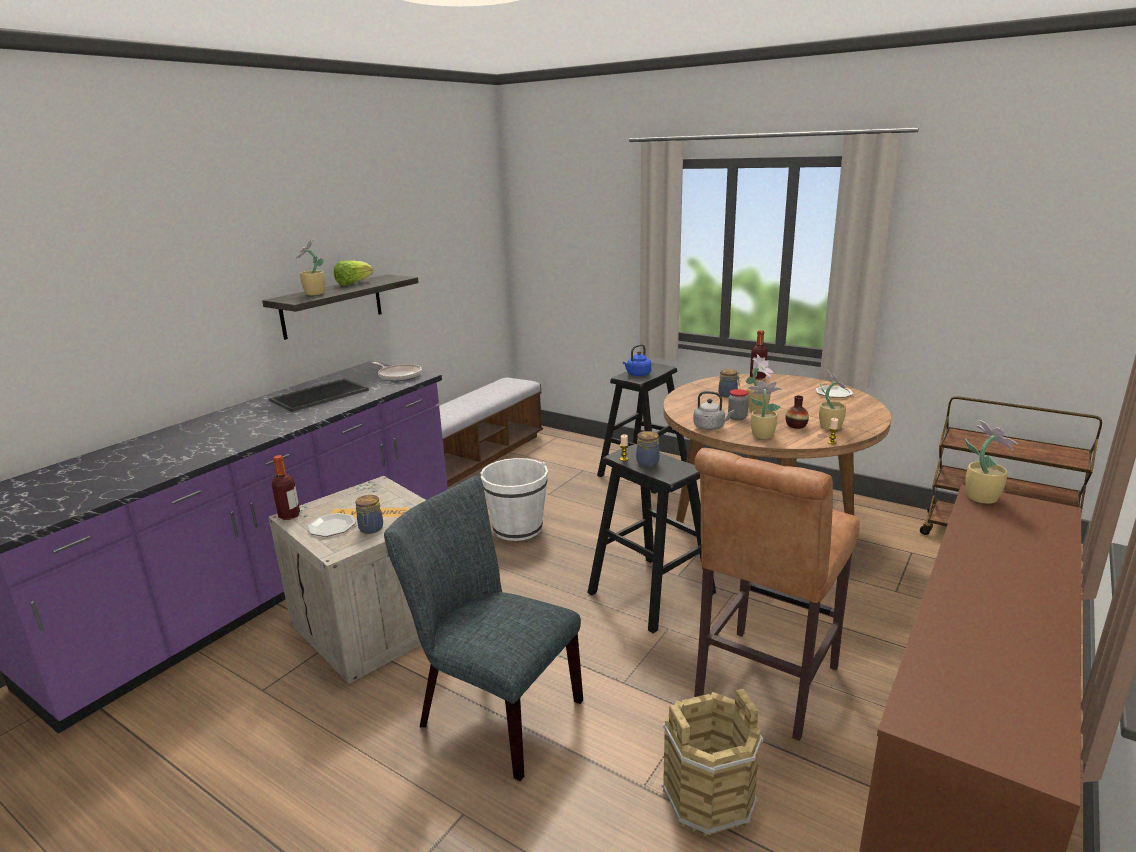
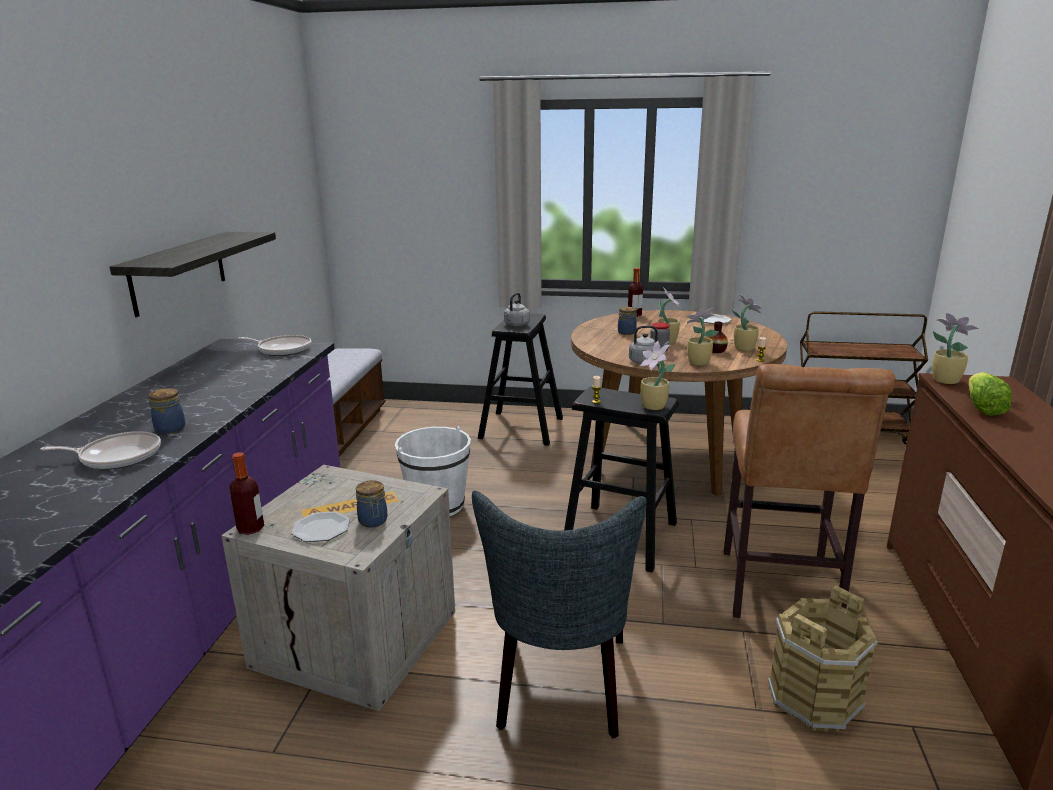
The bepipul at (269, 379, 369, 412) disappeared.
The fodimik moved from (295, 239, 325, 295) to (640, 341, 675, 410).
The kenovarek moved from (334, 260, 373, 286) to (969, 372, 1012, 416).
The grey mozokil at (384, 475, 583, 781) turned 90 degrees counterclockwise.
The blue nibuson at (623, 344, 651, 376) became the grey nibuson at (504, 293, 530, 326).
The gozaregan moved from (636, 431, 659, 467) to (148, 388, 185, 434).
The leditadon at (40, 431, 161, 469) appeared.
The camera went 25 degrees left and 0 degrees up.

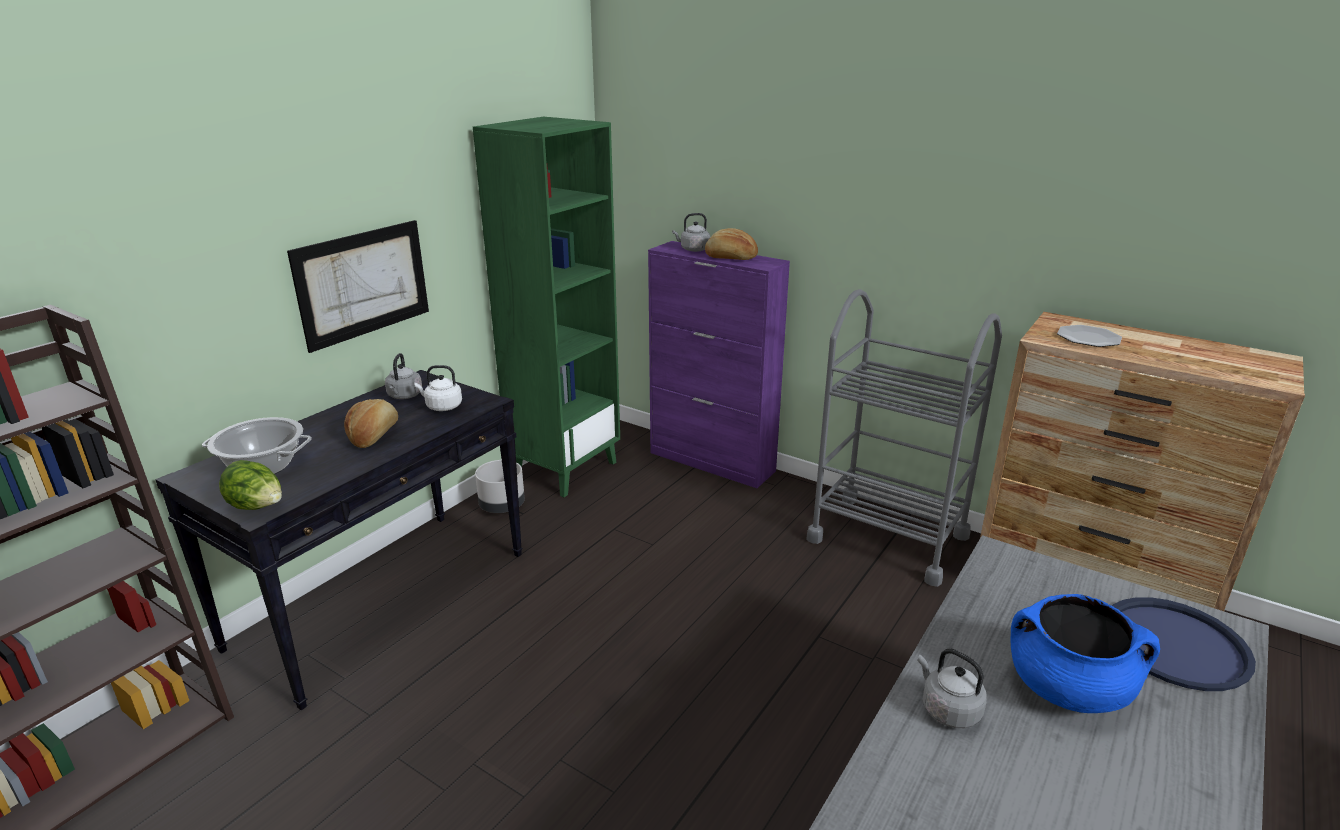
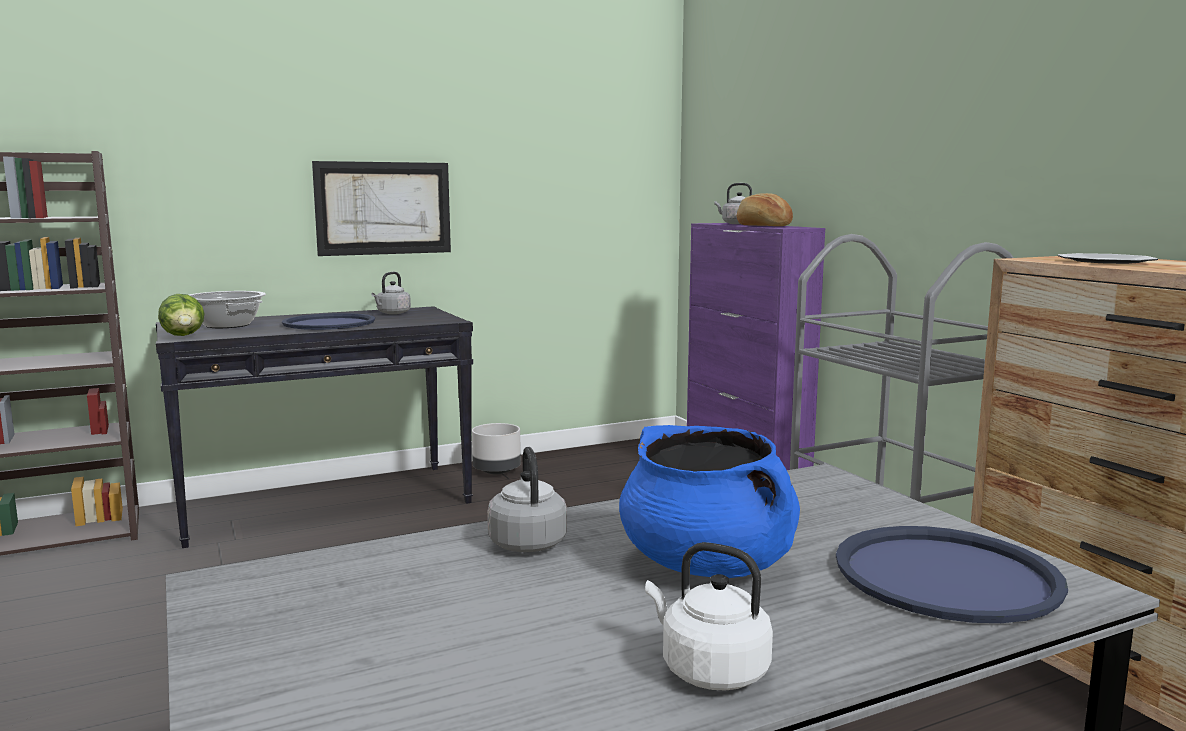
The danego at (344, 399, 398, 448) was replaced by the blue bepipul at (282, 313, 375, 330).
The white nibuson moved from (414, 365, 462, 411) to (645, 542, 773, 691).
The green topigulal at (473, 117, 620, 497) disappeared.
The camera went 30 degrees right and 15 degrees down.

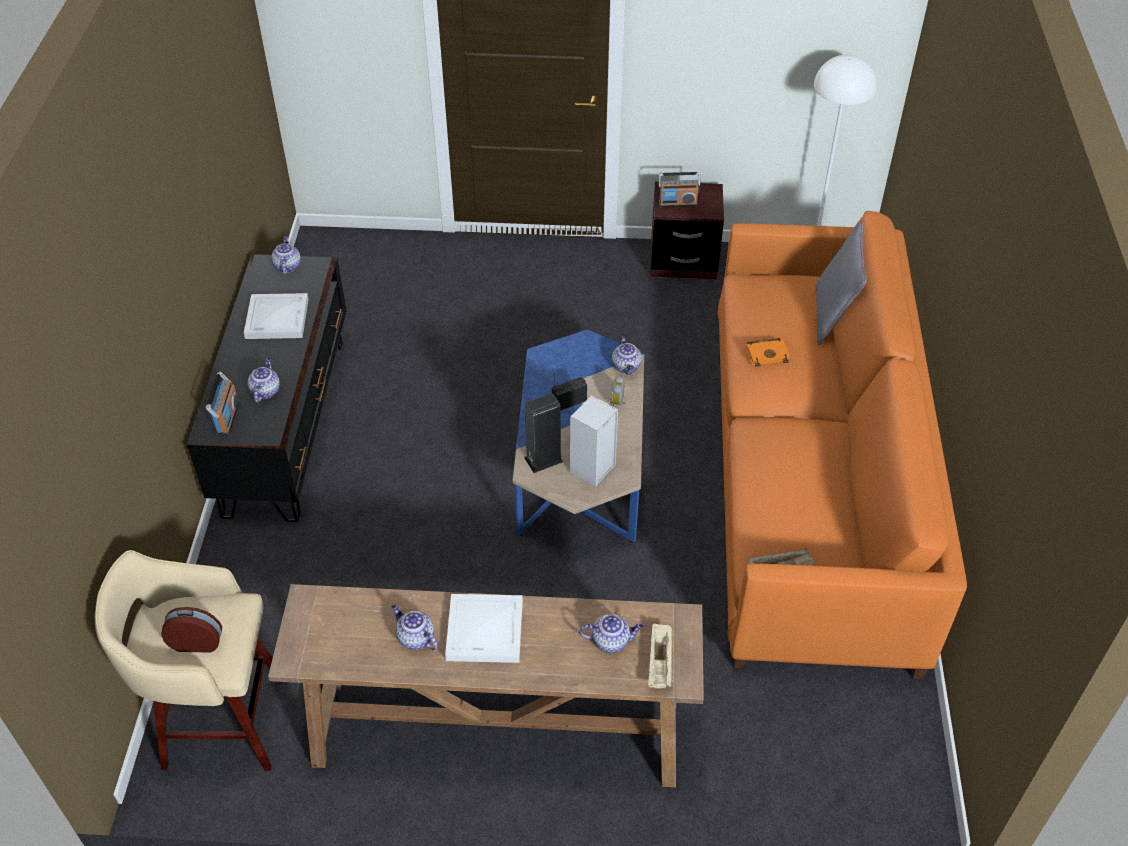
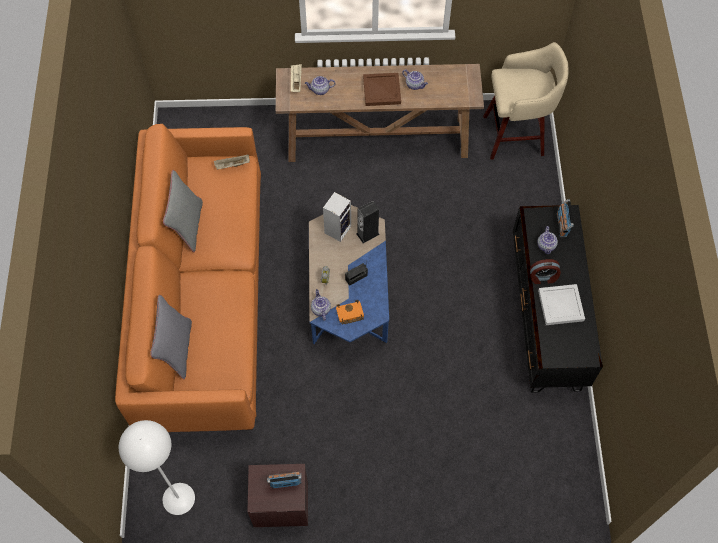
The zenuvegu moved from (161, 607, 222, 653) to (530, 259, 561, 284).
The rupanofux at (271, 236, 301, 275) disappeared.
The white bepipul at (445, 594, 523, 663) became the brown bepipul at (363, 73, 401, 106).
The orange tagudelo moved from (746, 338, 790, 367) to (336, 300, 364, 325).
The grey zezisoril at (163, 170, 203, 252) appeared.
The camera went 175 degrees right and 15 degrees up.

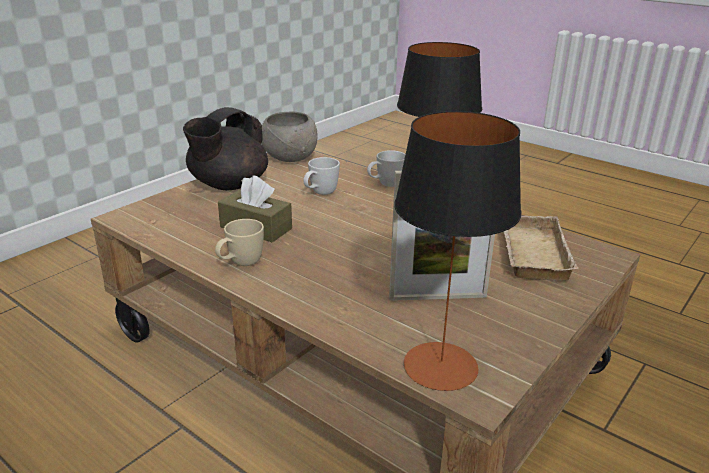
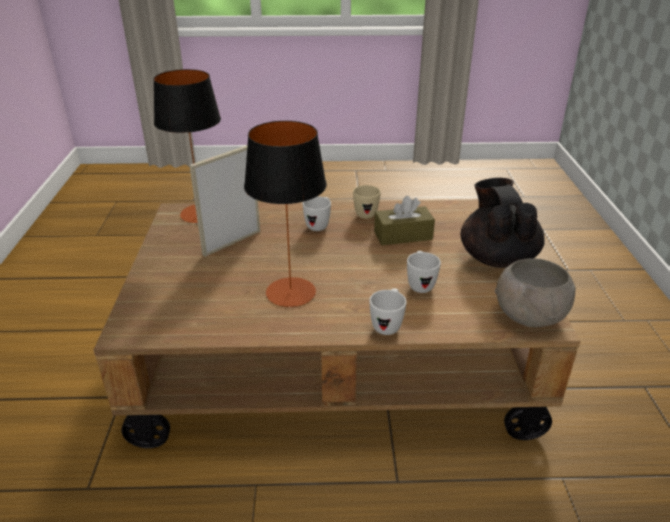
The beige bepipul at (504, 216, 578, 281) disappeared.
The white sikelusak at (303, 196, 331, 231) appeared.
The camera went 140 degrees right and 5 degrees up.

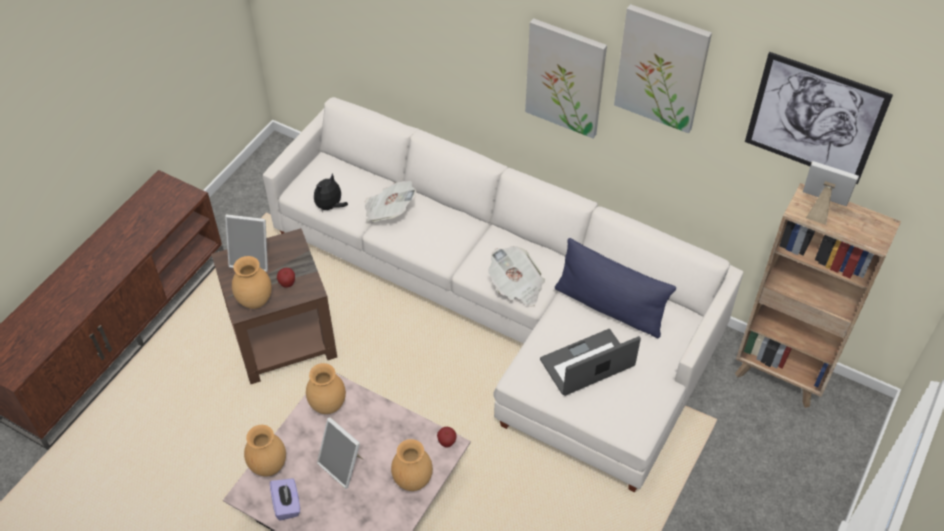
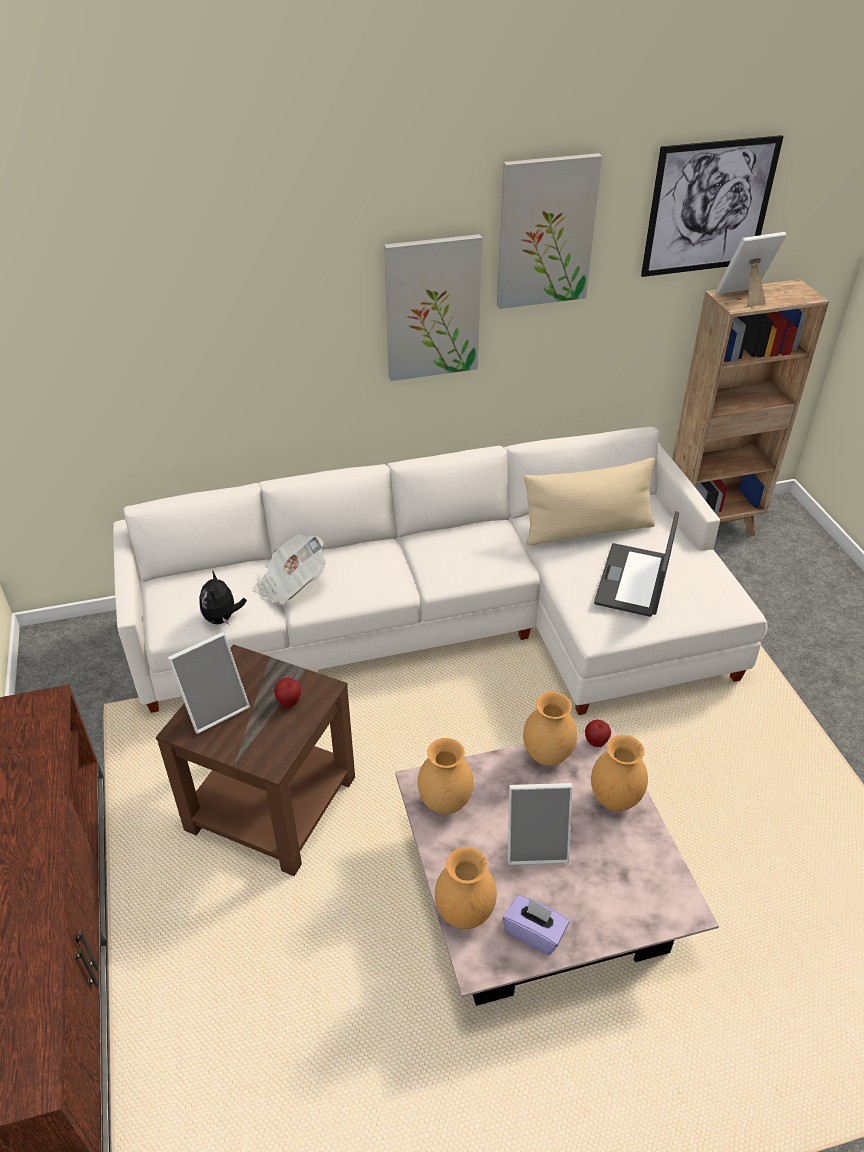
The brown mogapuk moved from (232, 256, 272, 309) to (523, 692, 577, 766).
The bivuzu at (488, 246, 545, 307) disappeared.
The blue zezisoril at (555, 238, 676, 339) became the beige zezisoril at (524, 458, 655, 546).
The camera went 45 degrees left and 10 degrees down.

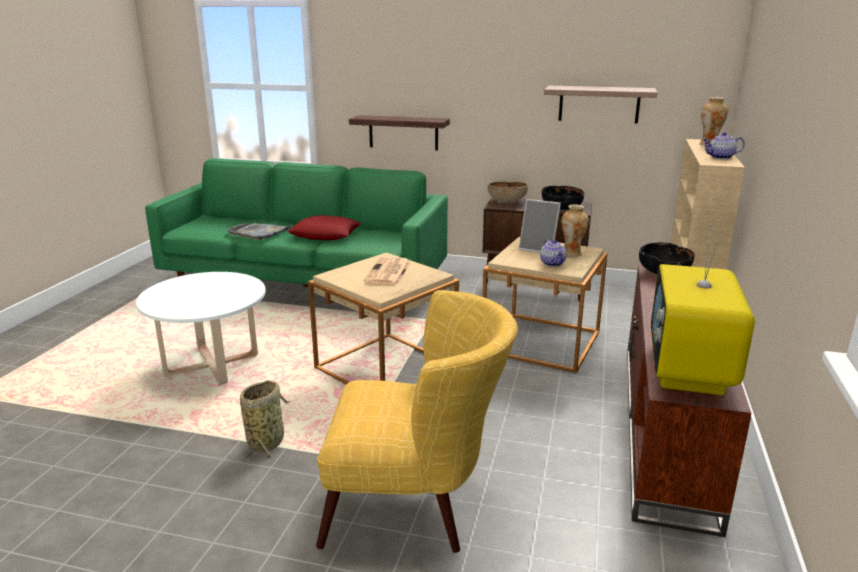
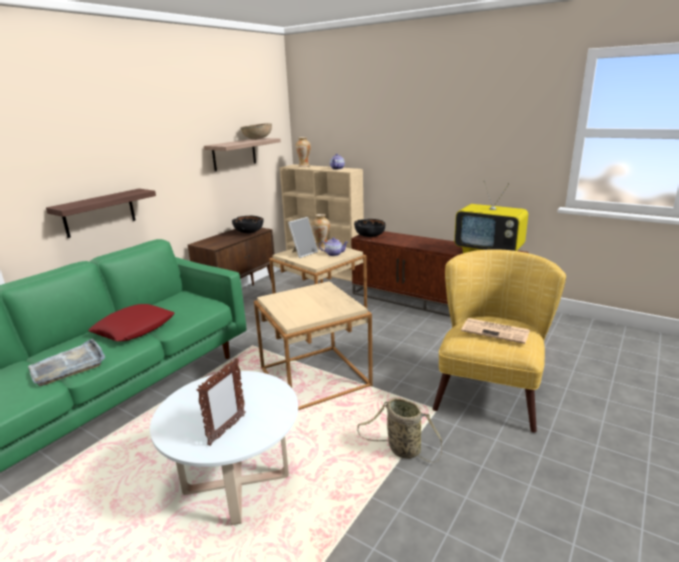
The bivuzu moved from (364, 257, 412, 285) to (461, 318, 530, 344).
The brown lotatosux moved from (488, 181, 528, 202) to (241, 123, 272, 140).
The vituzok at (197, 358, 246, 446) appeared.
The camera went 70 degrees left and 0 degrees up.

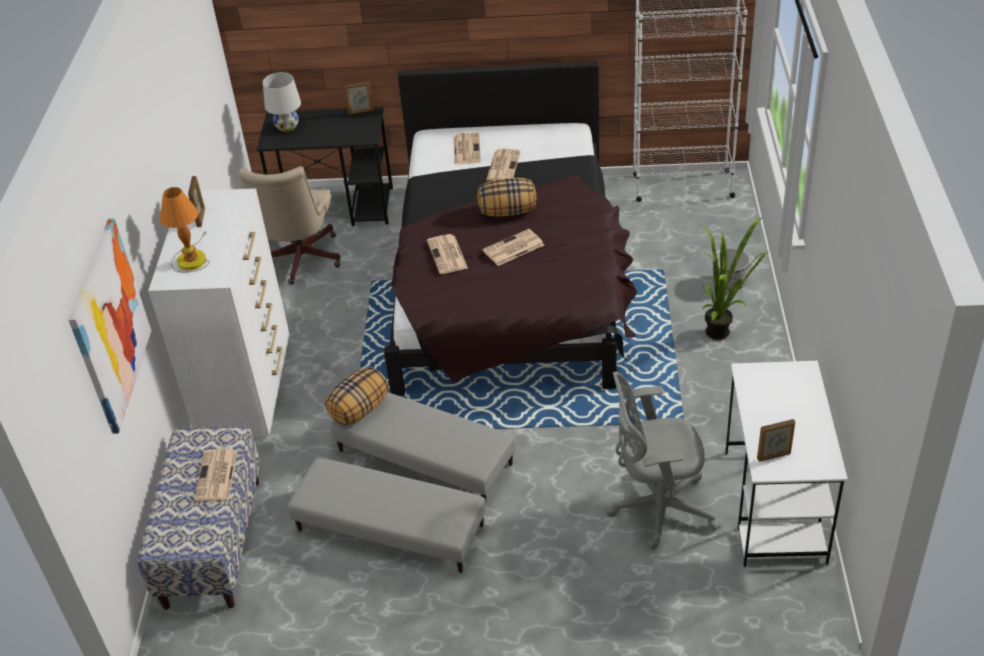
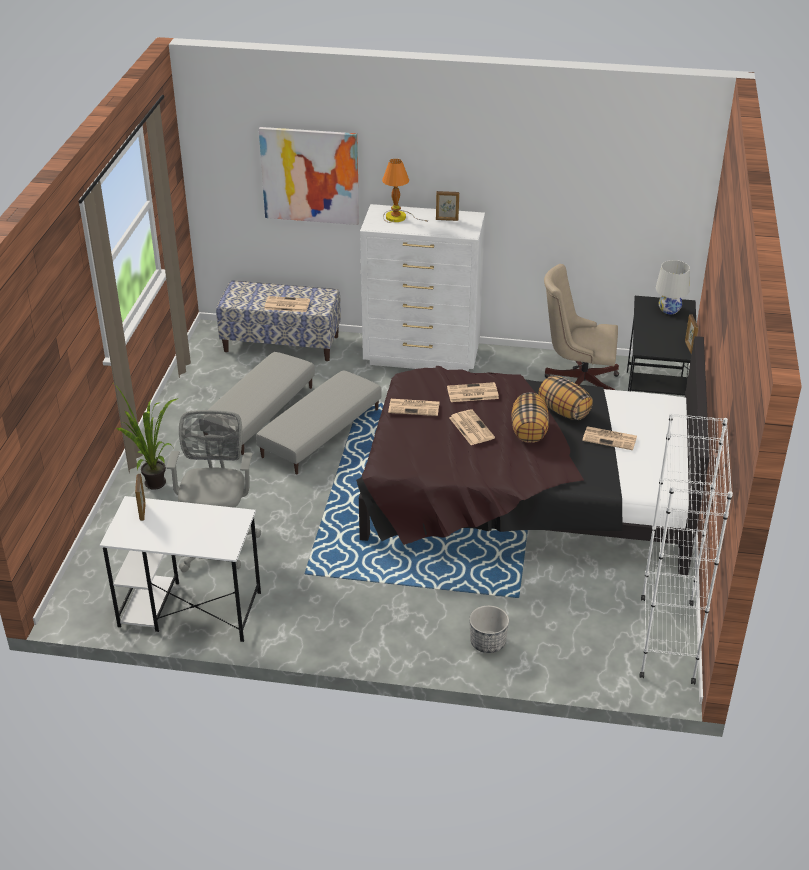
The zezisoril moved from (325, 366, 389, 426) to (538, 376, 593, 420).
The bivuzu moved from (454, 132, 481, 165) to (388, 399, 440, 416).
The fodimik moved from (701, 217, 770, 340) to (116, 386, 177, 490).
The camera went 95 degrees right and 5 degrees down.

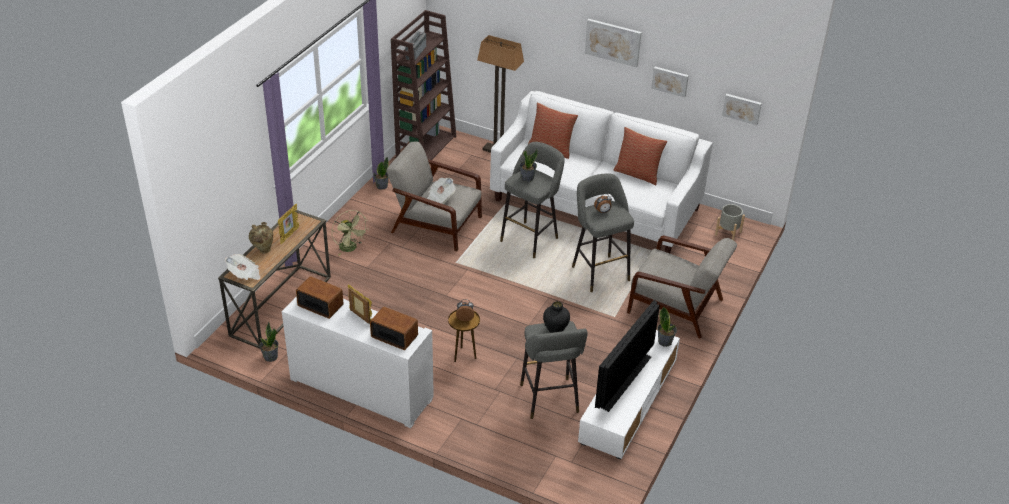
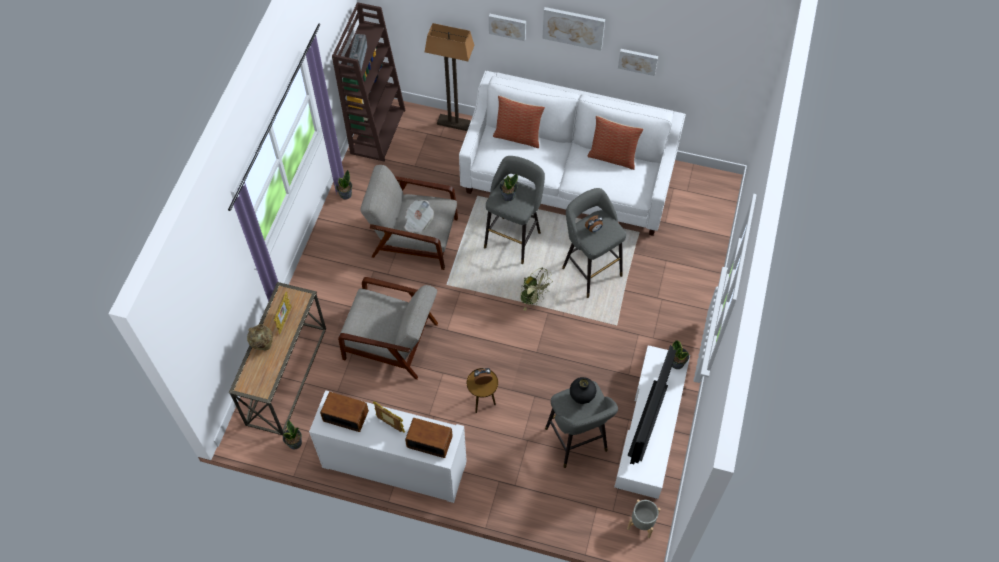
The bivuzu at (225, 254, 260, 280) disappeared.
The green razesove moved from (332, 210, 367, 256) to (520, 268, 552, 311).
The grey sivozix moved from (627, 236, 737, 339) to (338, 277, 438, 380).
The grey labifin moved from (715, 204, 745, 241) to (627, 500, 660, 538).
The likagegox moved from (722, 94, 762, 125) to (489, 14, 526, 41).
The camera went 10 degrees left and 20 degrees up.

